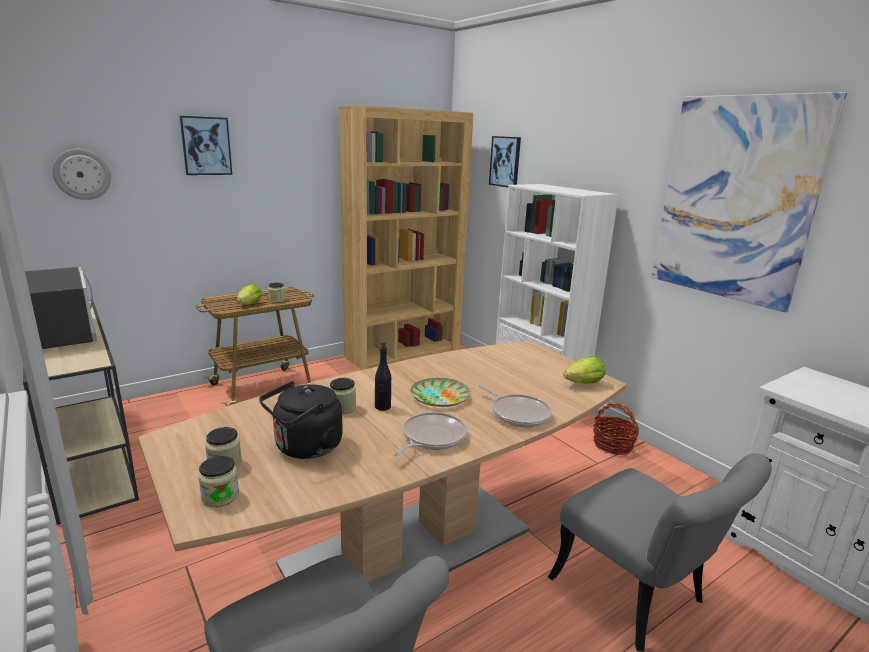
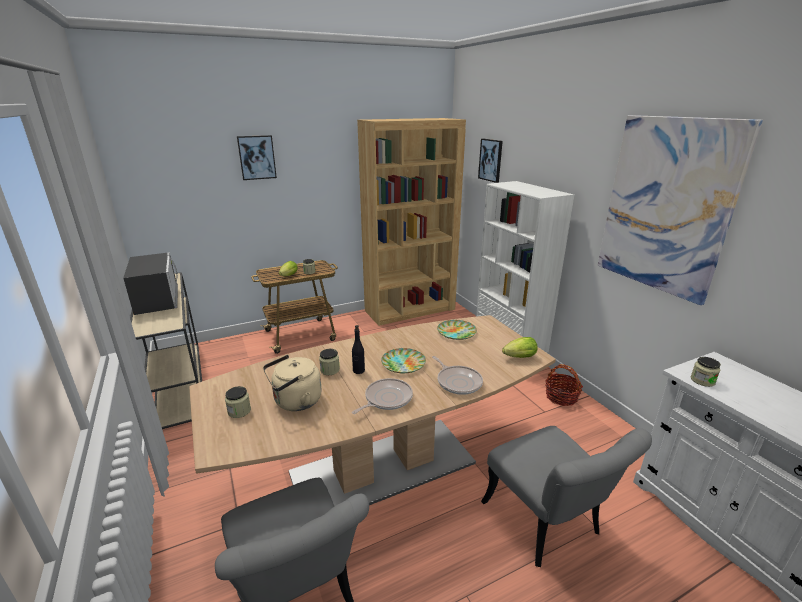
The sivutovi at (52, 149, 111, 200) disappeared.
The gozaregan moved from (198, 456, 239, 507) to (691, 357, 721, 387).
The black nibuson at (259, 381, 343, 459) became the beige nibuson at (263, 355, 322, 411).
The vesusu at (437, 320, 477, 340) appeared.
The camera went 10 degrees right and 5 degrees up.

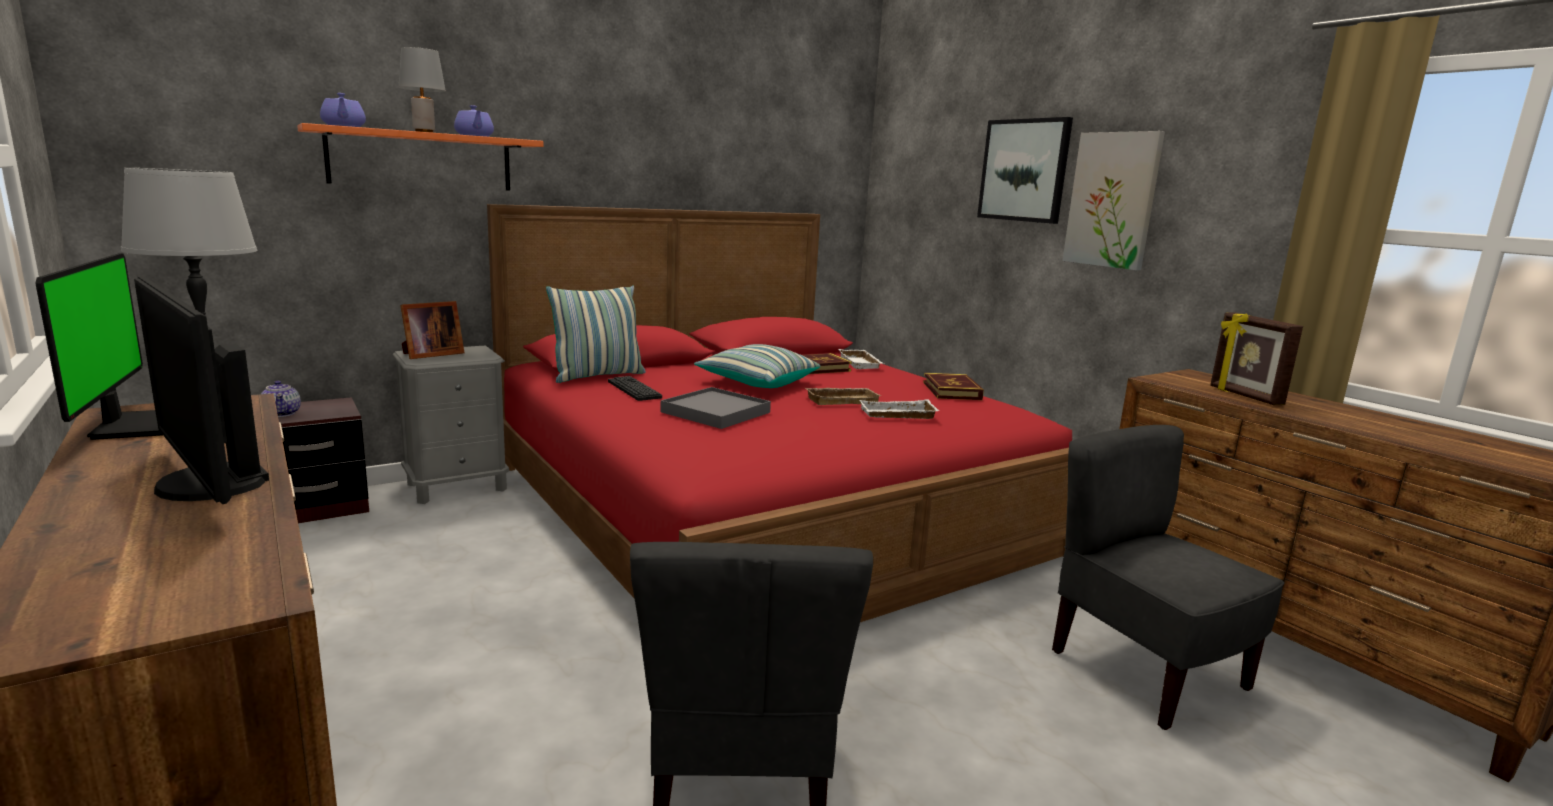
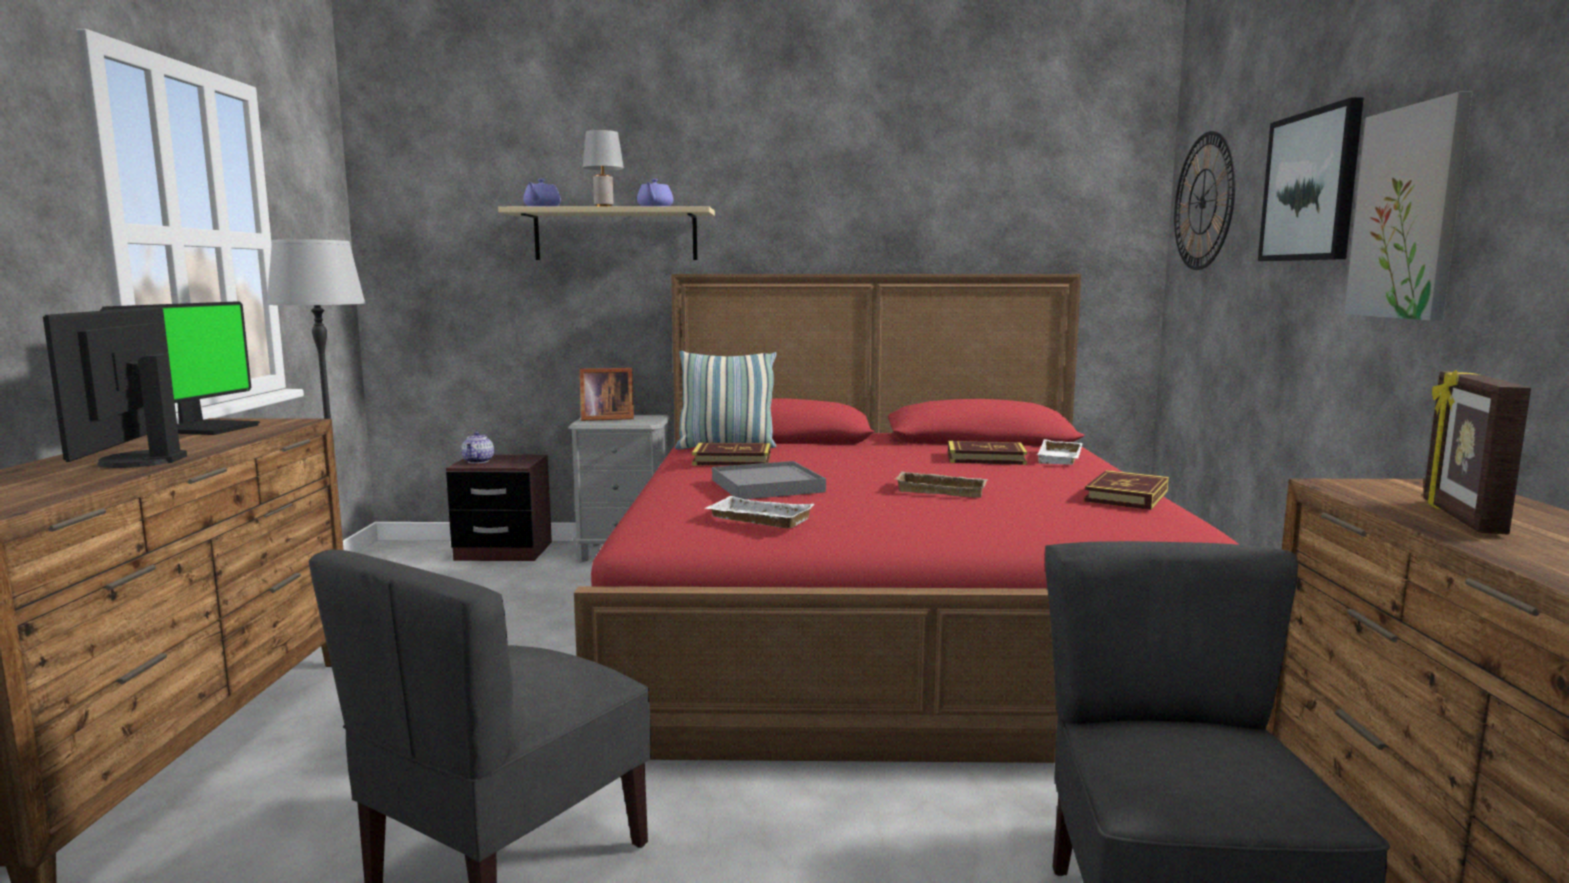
The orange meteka at (297, 123, 543, 191) became the beige meteka at (498, 206, 715, 260).
The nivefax at (608, 376, 662, 401) was replaced by the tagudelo at (692, 443, 770, 466).
The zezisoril at (694, 344, 820, 388) disappeared.
The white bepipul moved from (860, 399, 939, 419) to (705, 496, 814, 528).
The sivutovi at (1174, 131, 1235, 270) appeared.
The camera went 35 degrees right and 5 degrees down.

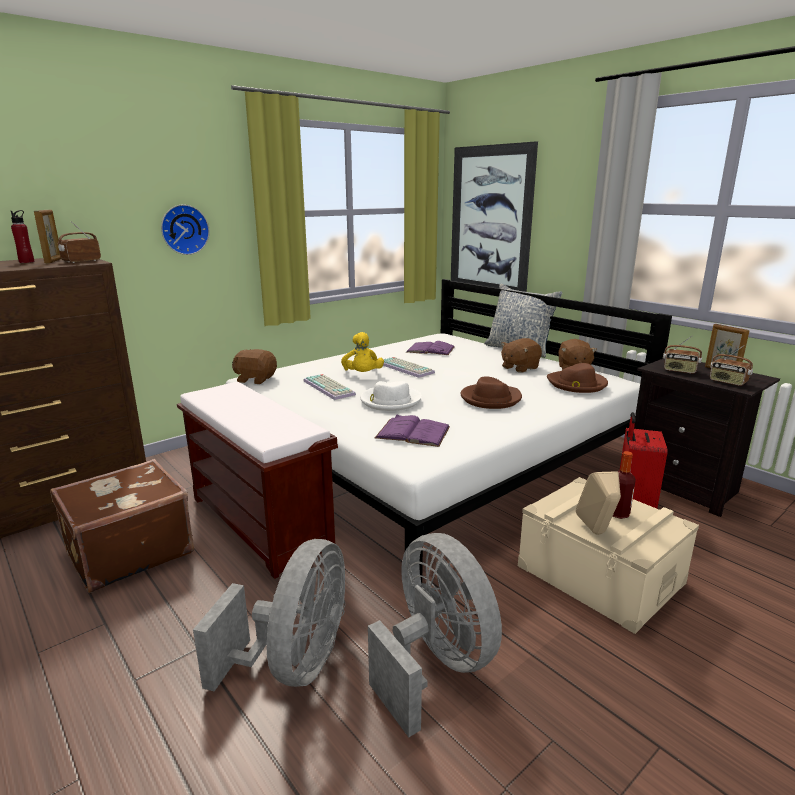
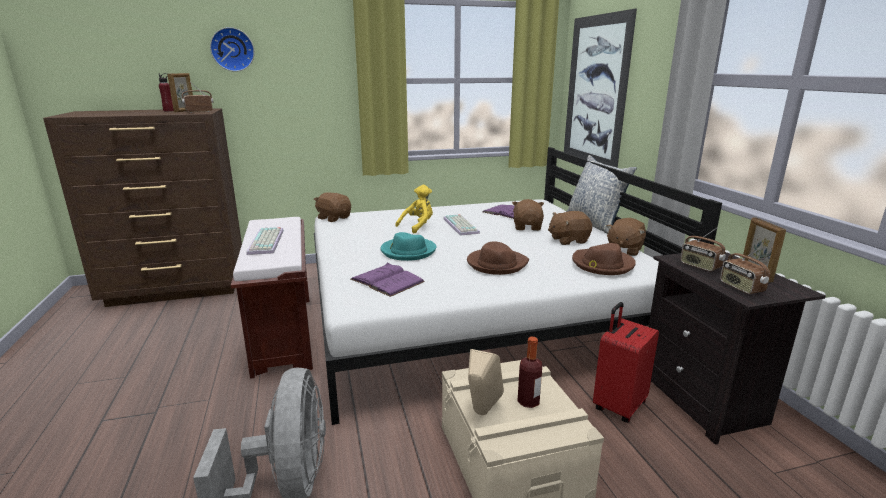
The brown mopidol at (50, 459, 194, 593) disappeared.
The sivutovi moved from (161, 204, 210, 255) to (210, 27, 255, 72).
The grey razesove at (193, 539, 345, 691) disappeared.
The nivefax moved from (304, 374, 356, 400) to (247, 227, 284, 255).
The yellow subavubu at (341, 332, 384, 372) turned 150 degrees counterclockwise.
The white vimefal at (360, 381, 422, 411) became the turquoise vimefal at (380, 232, 436, 261).
The brown subavubu at (512, 199, 544, 231) appeared.
The camera went 25 degrees right and 0 degrees up.

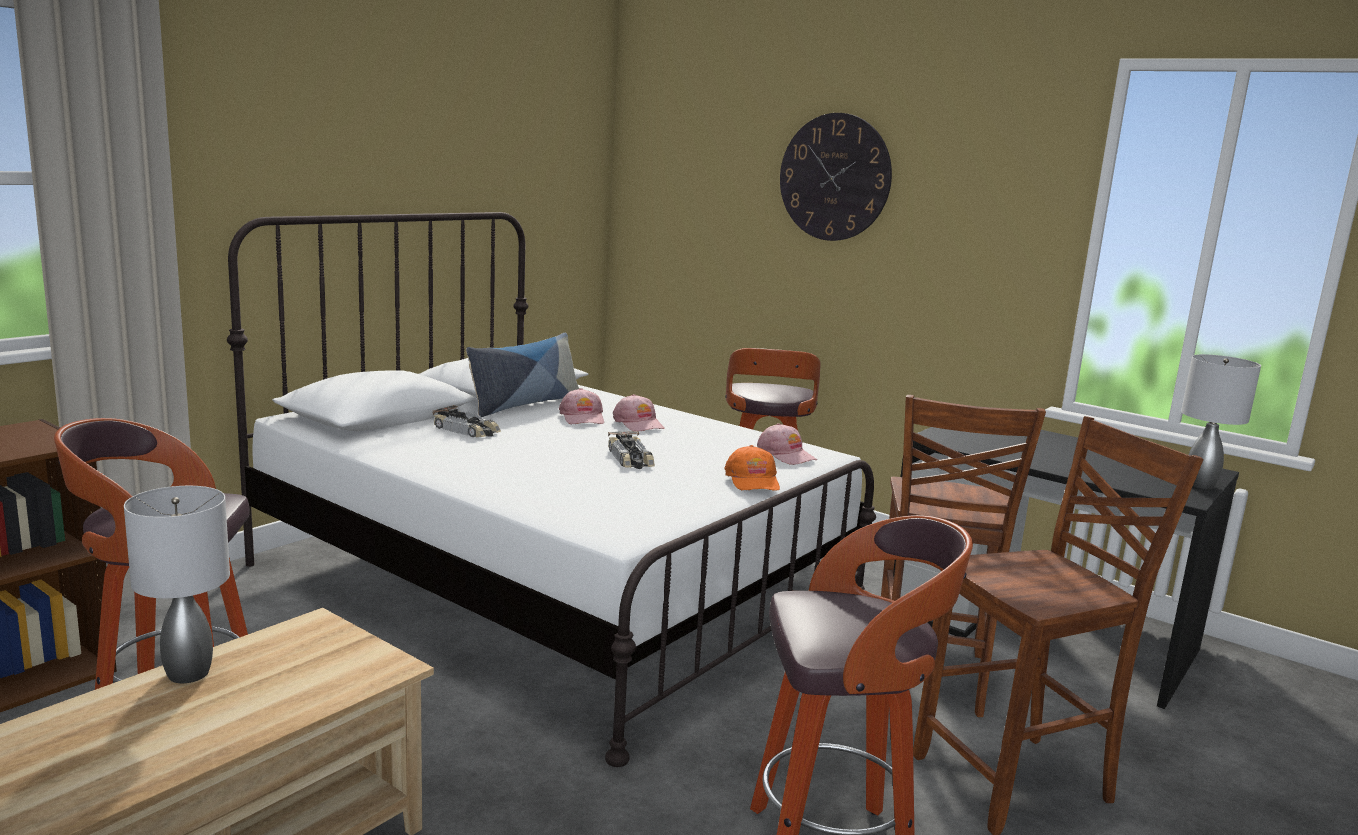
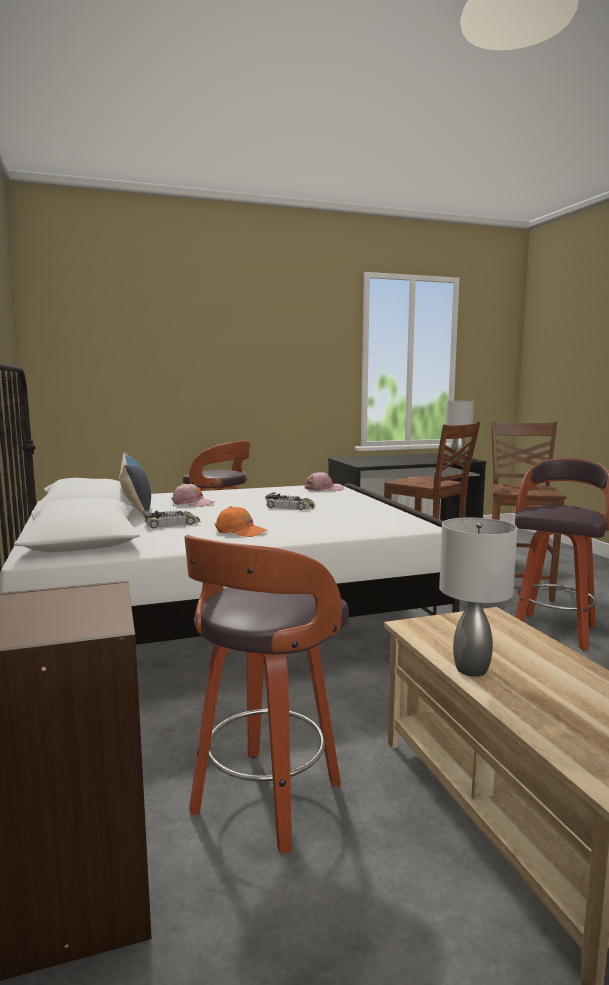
The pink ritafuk at (613, 394, 665, 432) disappeared.
The orange ritafuk moved from (724, 445, 780, 491) to (215, 506, 268, 537).
The sivutovi at (780, 113, 892, 241) disappeared.
The camera went 55 degrees left and 5 degrees down.

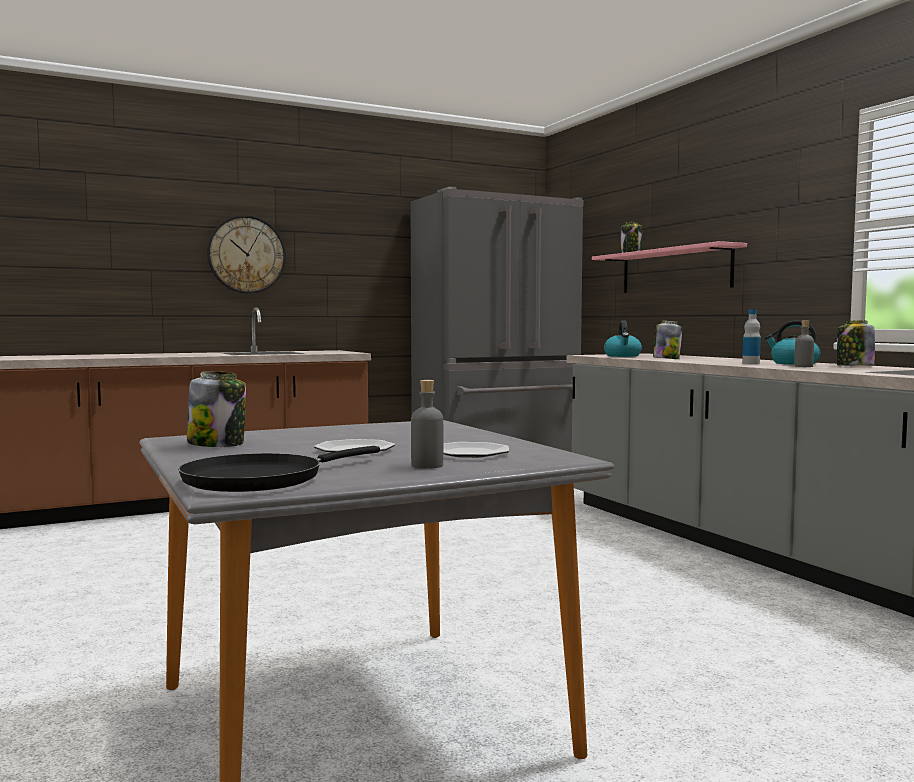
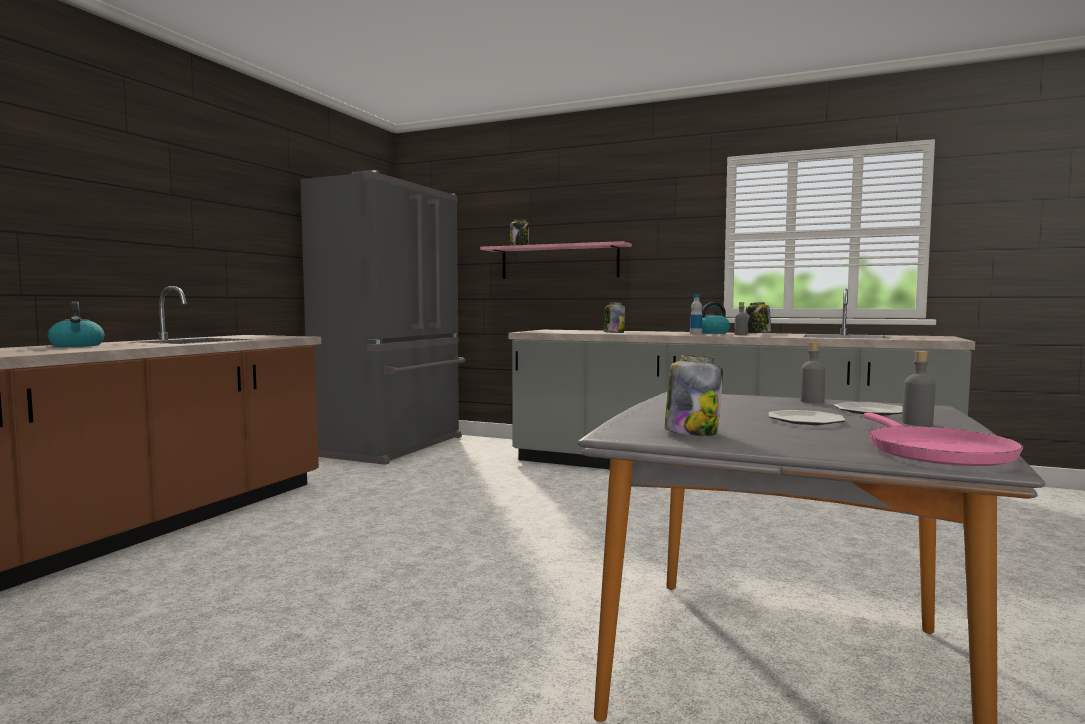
The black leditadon at (178, 446, 380, 492) became the pink leditadon at (863, 413, 1023, 466).
The sivutovi at (207, 215, 286, 294) disappeared.
The nibuson moved from (604, 321, 642, 357) to (48, 301, 105, 347).
The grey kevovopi at (800, 342, 825, 403) appeared.
The camera went 40 degrees left and 0 degrees up.

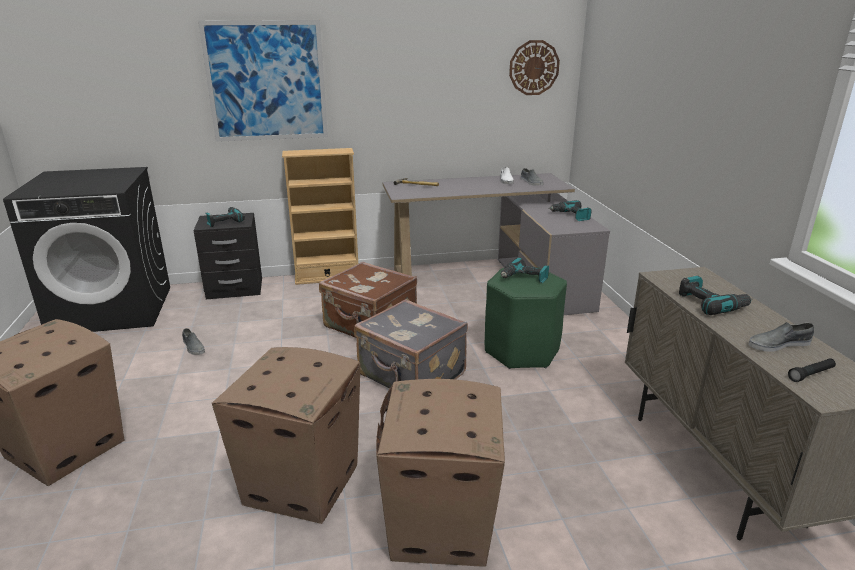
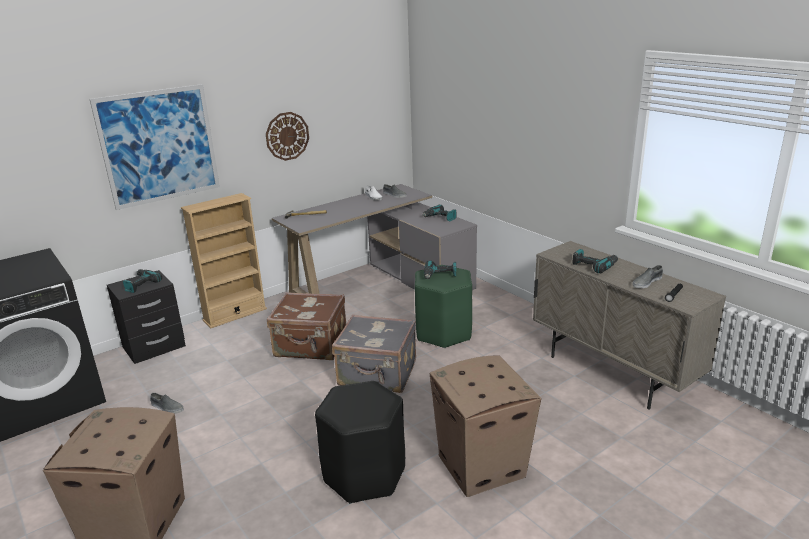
The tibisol at (212, 347, 360, 524) was replaced by the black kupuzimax at (315, 381, 405, 504).
The sivutovi moved from (509, 40, 560, 95) to (266, 112, 309, 161).
The camera went 25 degrees left and 0 degrees up.

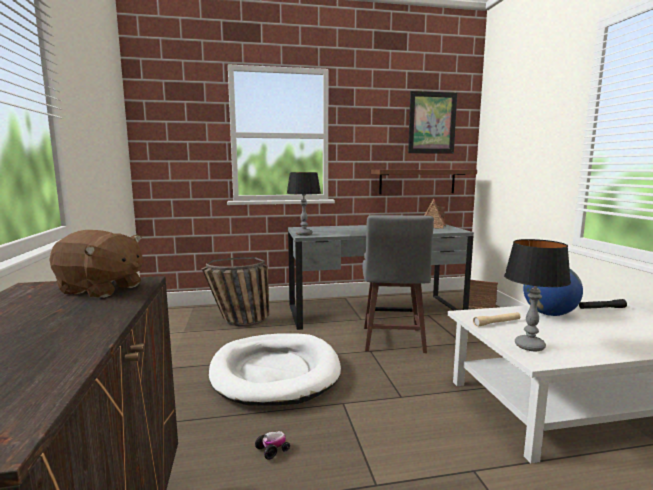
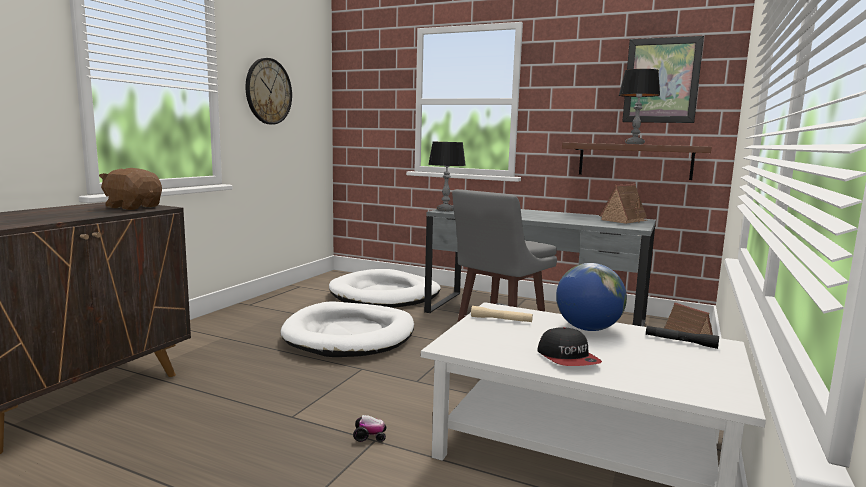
The brown subavubu at (49, 230, 143, 298) turned 150 degrees clockwise.
The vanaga at (201, 257, 270, 326) was replaced by the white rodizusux at (329, 269, 441, 308).
The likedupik moved from (255, 431, 290, 460) to (353, 415, 386, 442).
The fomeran moved from (504, 239, 571, 351) to (619, 69, 660, 144).
The sivutovi at (246, 58, 292, 124) appeared.
The ritafuk at (537, 327, 602, 366) appeared.
The camera went 35 degrees right and 0 degrees up.

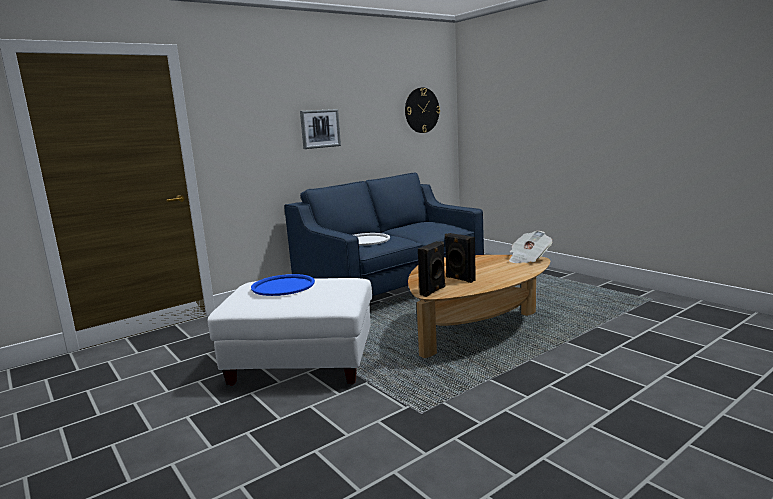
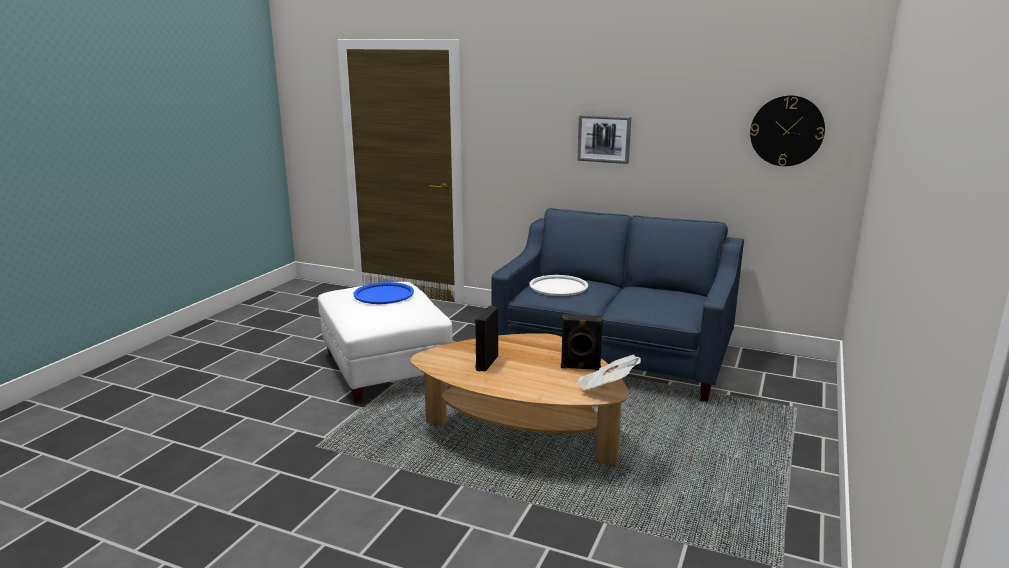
The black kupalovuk moved from (418, 241, 445, 297) to (561, 314, 603, 370).
The camera went 60 degrees right and 5 degrees up.

